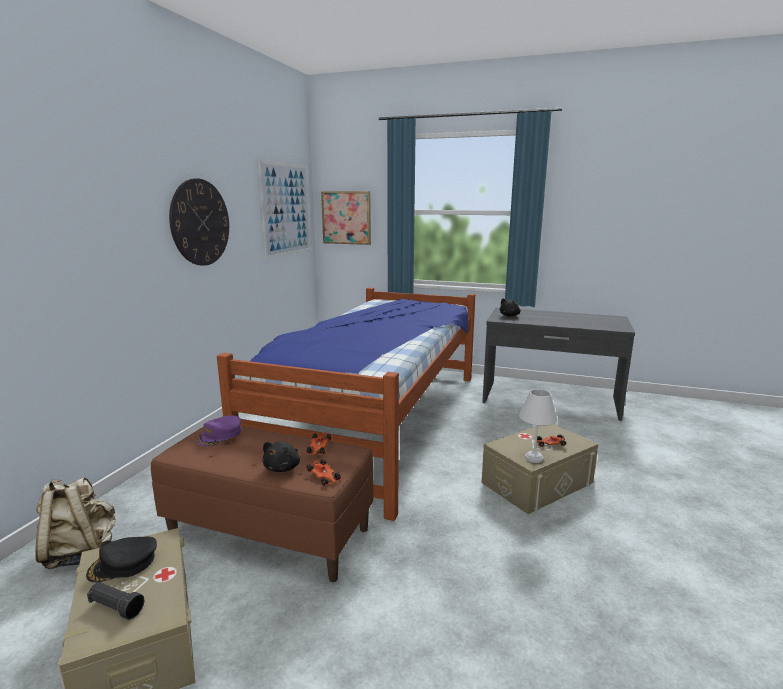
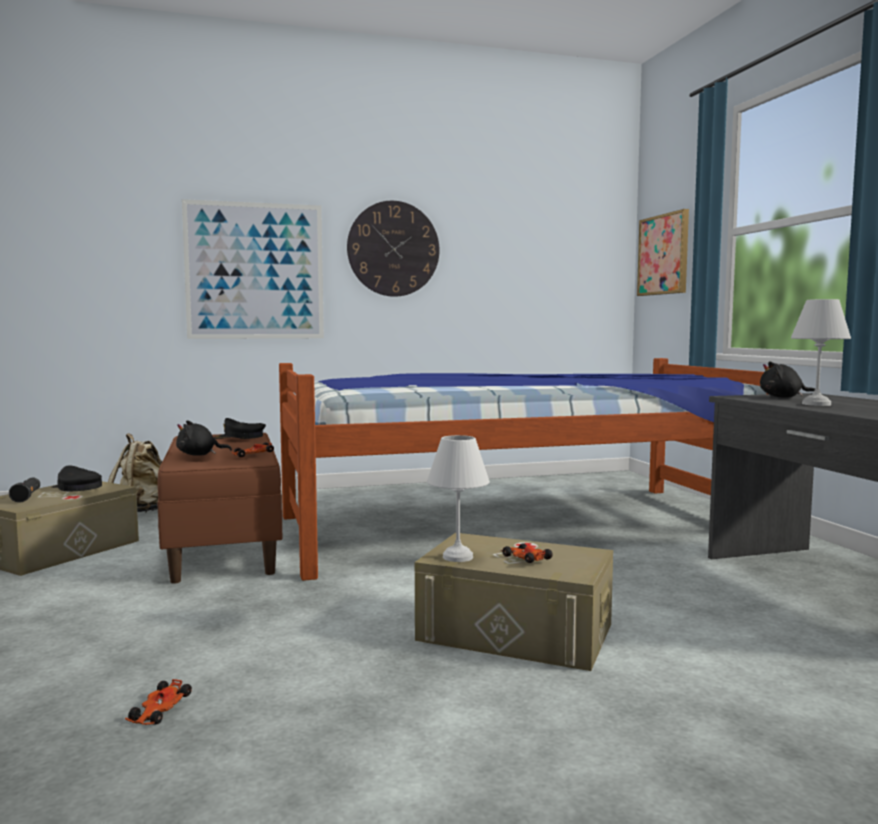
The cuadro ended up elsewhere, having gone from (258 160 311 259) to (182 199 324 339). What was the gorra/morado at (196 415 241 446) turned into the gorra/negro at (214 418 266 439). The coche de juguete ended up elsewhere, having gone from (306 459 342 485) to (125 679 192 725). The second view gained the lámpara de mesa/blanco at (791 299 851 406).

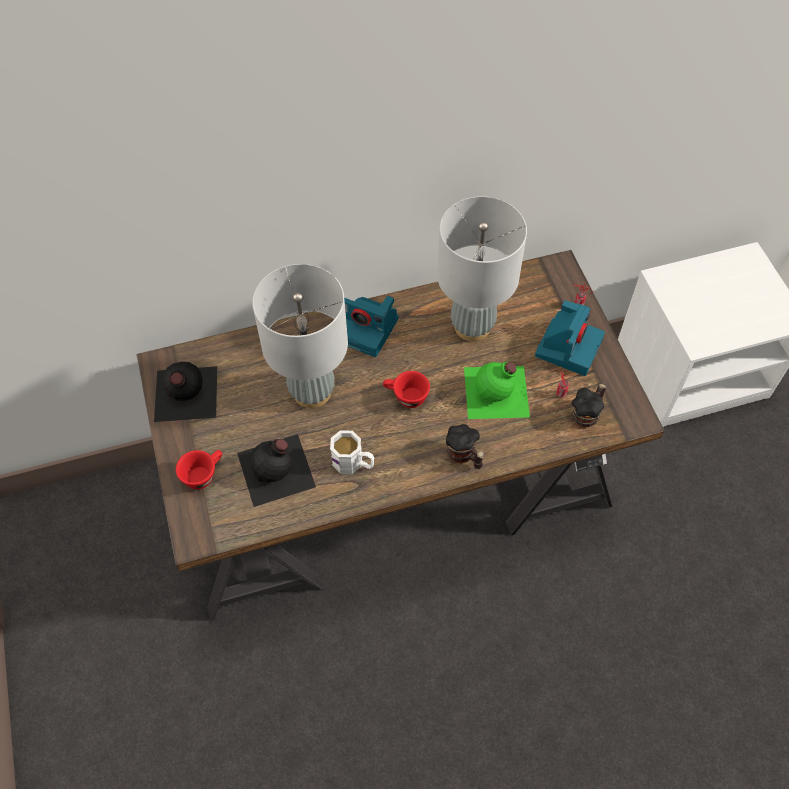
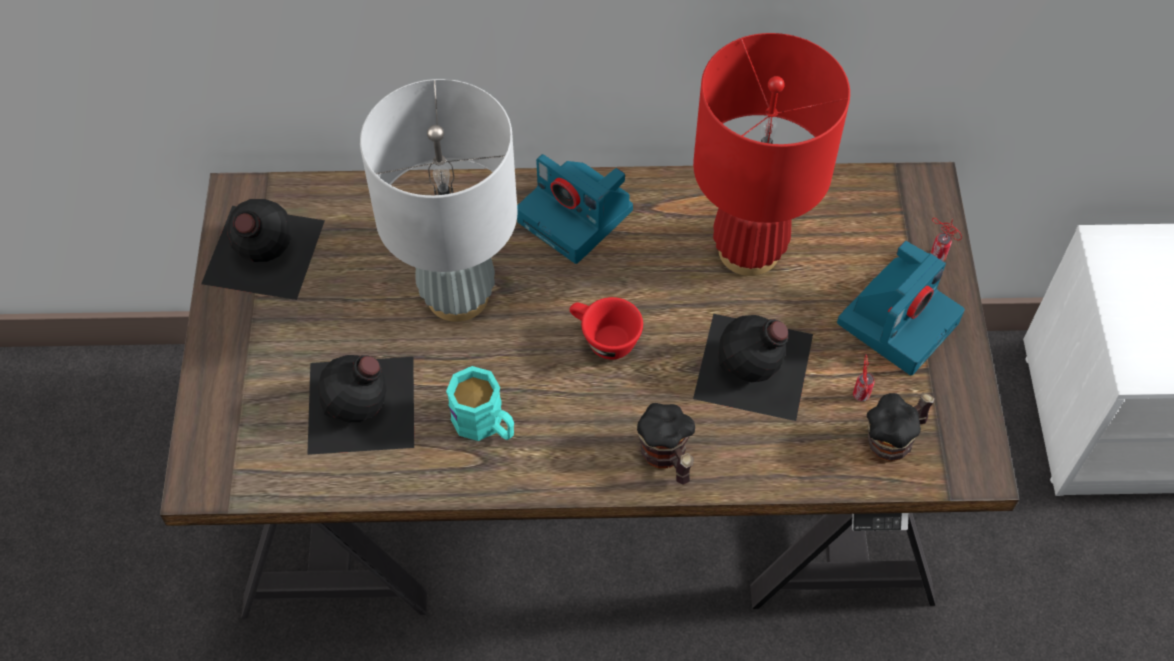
What was the lámpara de mesa/gris at (437 197 527 342) turned into the lámpara de mesa/rojo at (693 33 850 276). What was the botella/verde at (464 362 530 419) turned into the botella/negro at (693 314 813 421). What was the taza grande/blanco at (330 430 374 474) turned into the taza grande/turquesa at (446 366 514 441). The second view lost the taza/rojo at (176 450 222 489).

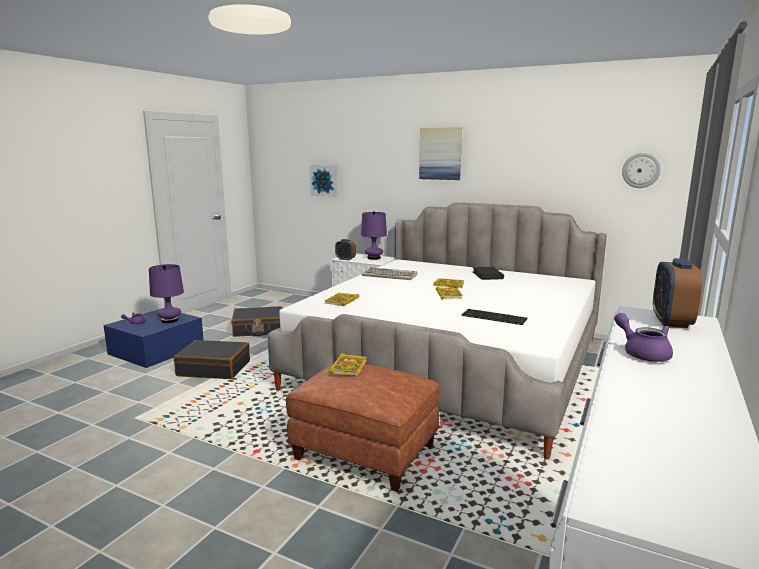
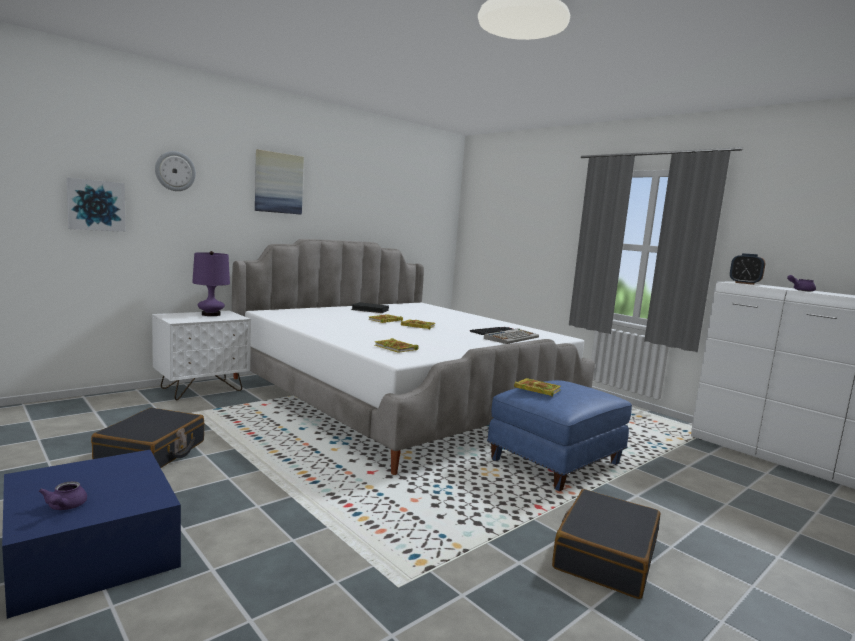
The reloj de pared ended up elsewhere, having gone from (622 153 661 188) to (155 151 196 191). The second view lost the despertador at (335 239 356 261). The second view lost the lámpara de mesa/morado at (149 264 184 323). The teclado ended up elsewhere, having gone from (362 268 417 280) to (484 329 539 344). The maleta/negro ended up elsewhere, having gone from (174 340 250 379) to (552 489 660 599). What was the puf/marrón at (286 363 440 492) turned into the puf/azul at (487 380 632 491).

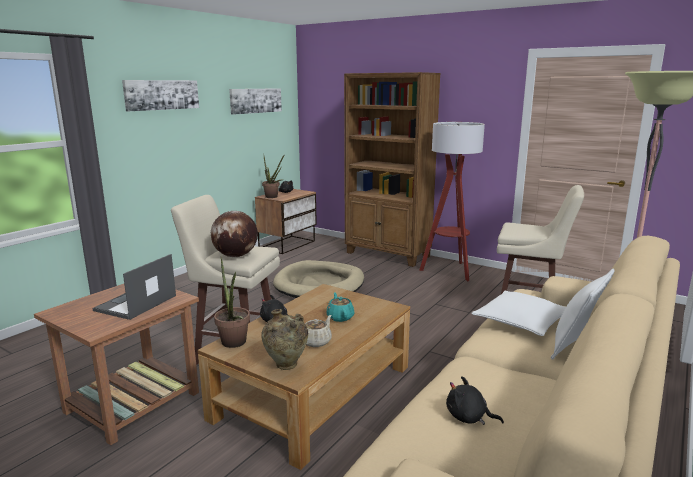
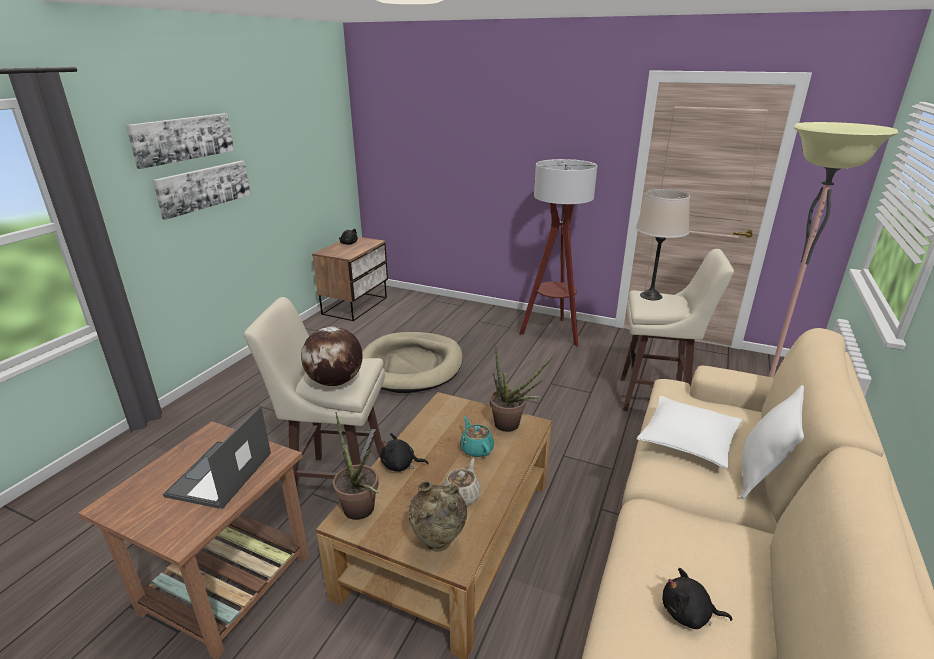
The second view lost the estantería/marrón at (344 72 441 267). The cuadro ended up elsewhere, having gone from (229 88 282 115) to (153 161 251 220). The planta en maceta ended up elsewhere, having gone from (262 153 285 198) to (490 345 554 432). The second view gained the lámpara de mesa/beis at (636 189 690 300).

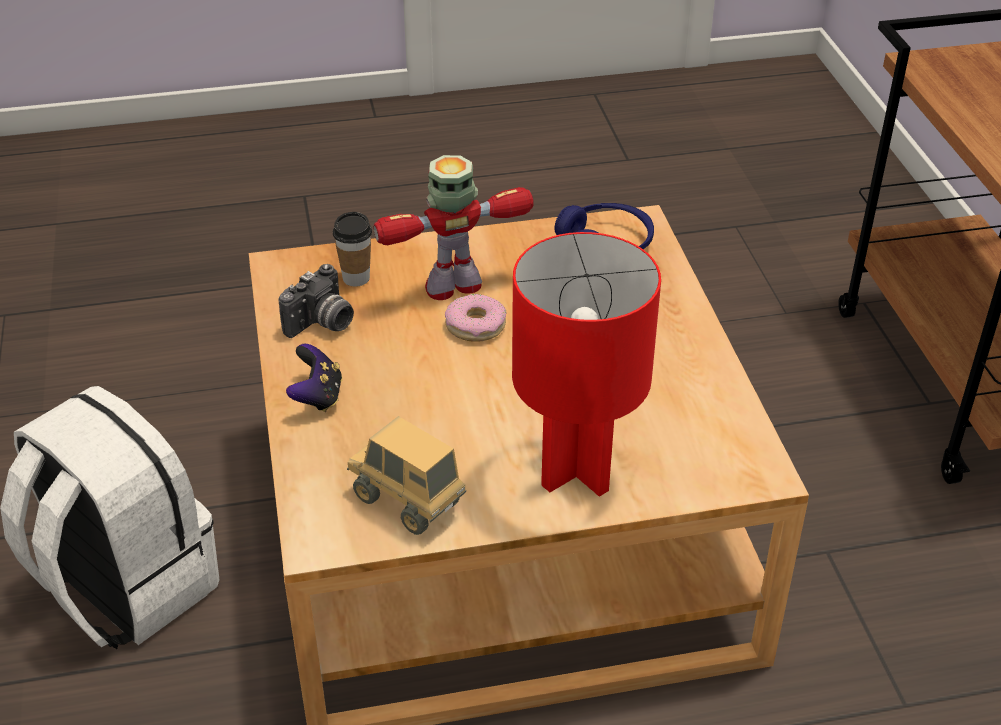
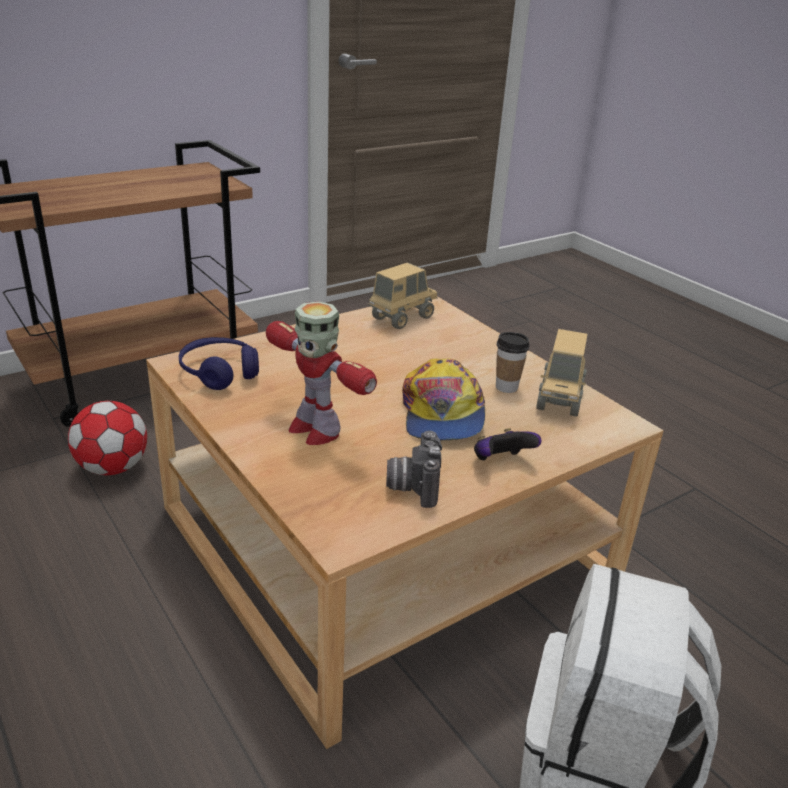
The taza ended up elsewhere, having gone from (333 212 372 286) to (496 332 530 393). The second view lost the lámpara de mesa/rojo at (512 232 661 497). The cámara at (279 264 354 338) ended up facing another way, 105 degrees counterclockwise from before. The second view lost the rosquilla at (445 294 506 342). The second view gained the camión de juguete at (369 262 438 329). The second view gained the gorra at (402 358 485 440). The second view gained the balón de fútbol at (68 401 147 475).

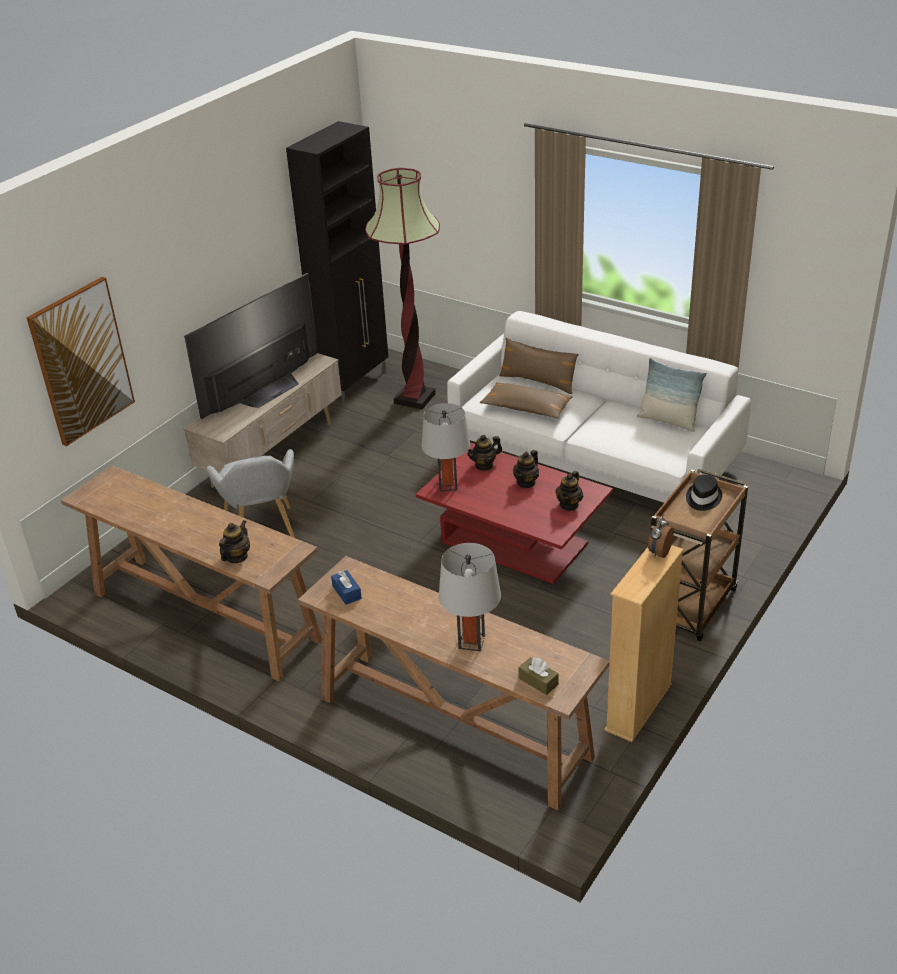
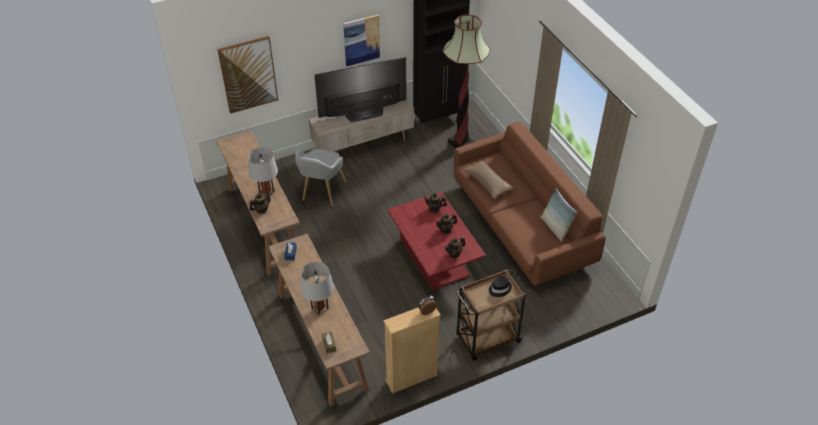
What was the sofá/blanco at (447 311 751 503) turned into the sofá/marrón at (453 122 606 286). The second view lost the cojín/marrón at (499 338 579 394). The lámpara de mesa/gris ended up elsewhere, having gone from (421 403 470 491) to (248 147 278 197). The second view gained the cuadro at (343 14 381 66).

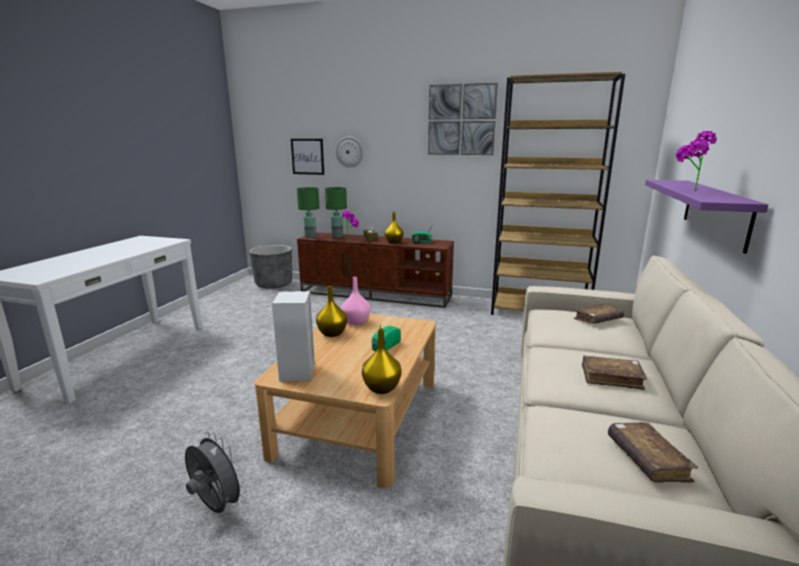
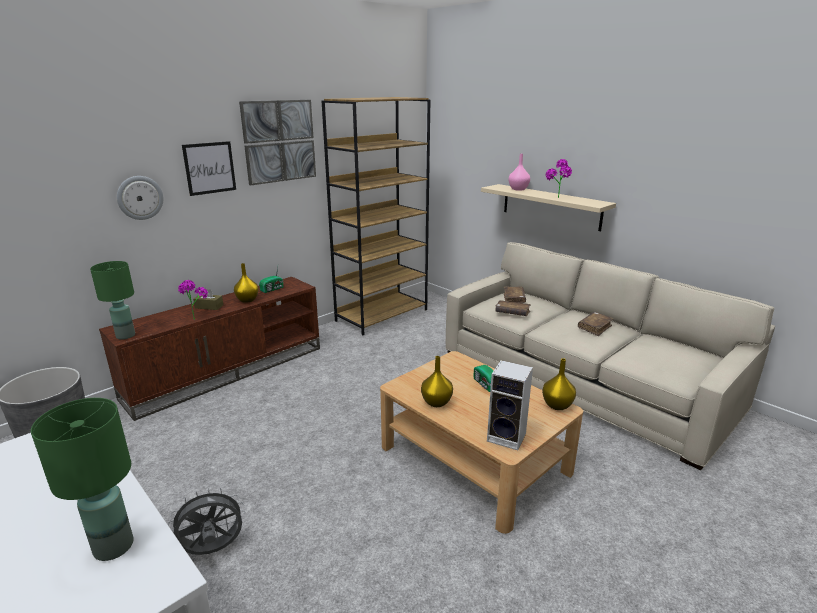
The cuadro ended up elsewhere, having gone from (291 139 324 175) to (182 141 236 196). What was the estante/morado at (645 180 768 254) turned into the estante/beis at (481 184 616 231). The lámpara de mesa/verde ended up elsewhere, having gone from (325 187 347 238) to (31 398 133 561). The florero/rosa ended up elsewhere, having gone from (341 277 370 325) to (509 154 530 191). The libro/marrón ended up elsewhere, having gone from (608 422 698 483) to (495 300 531 316). The ventilador/gris ended up elsewhere, having gone from (185 432 247 513) to (168 488 245 555).

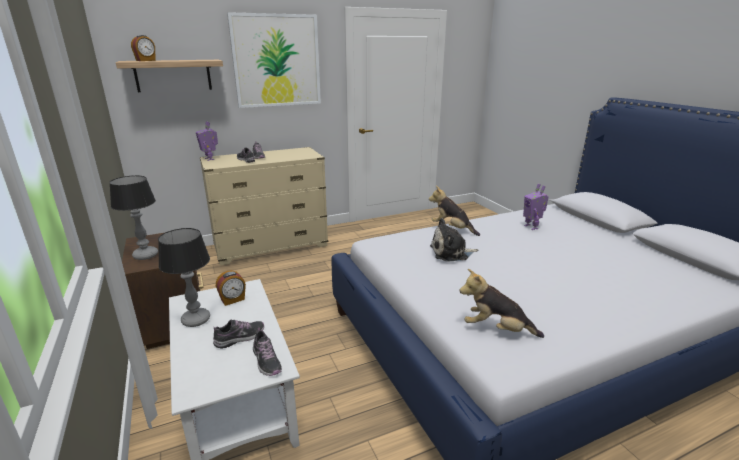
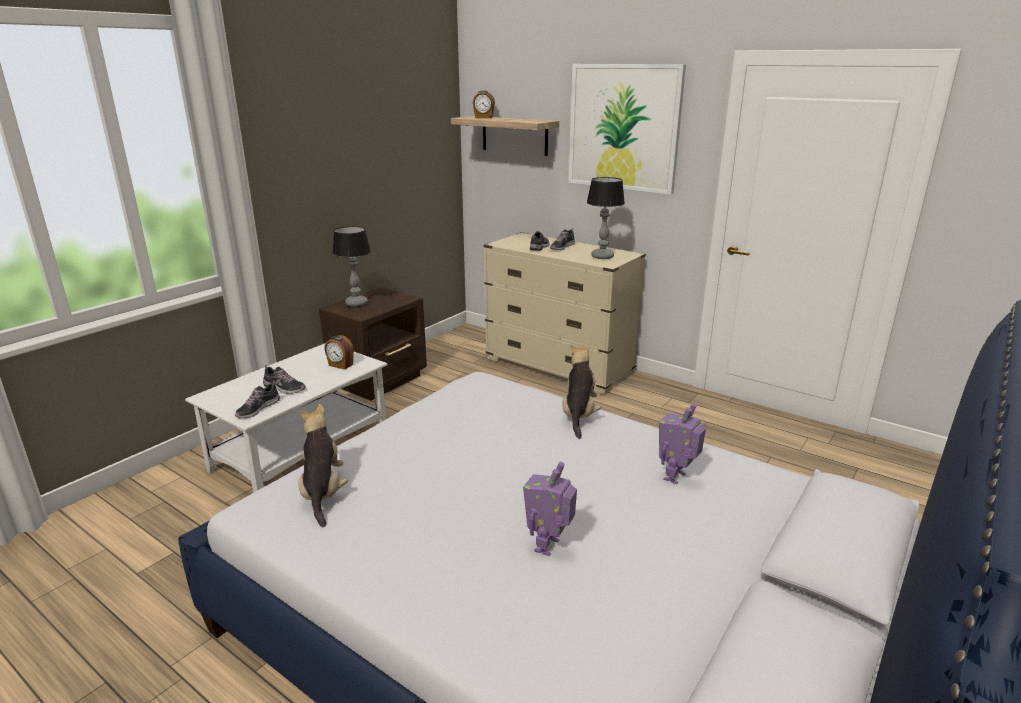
The robot de juguete ended up elsewhere, having gone from (196 122 218 161) to (523 462 577 556). The second view lost the peluche at (430 218 479 261). The lámpara de mesa ended up elsewhere, having gone from (158 228 210 327) to (587 177 625 259).

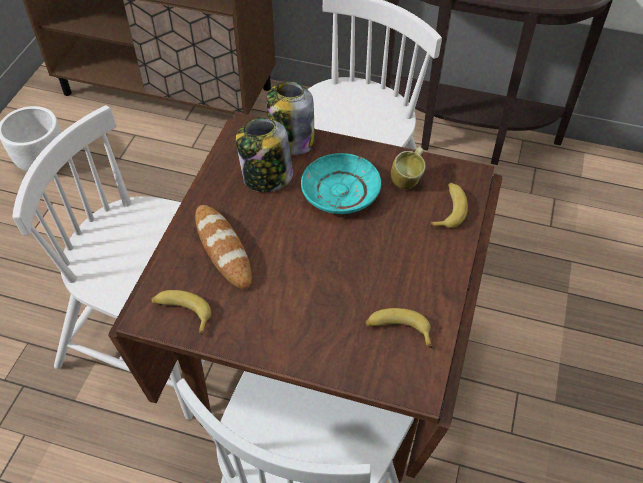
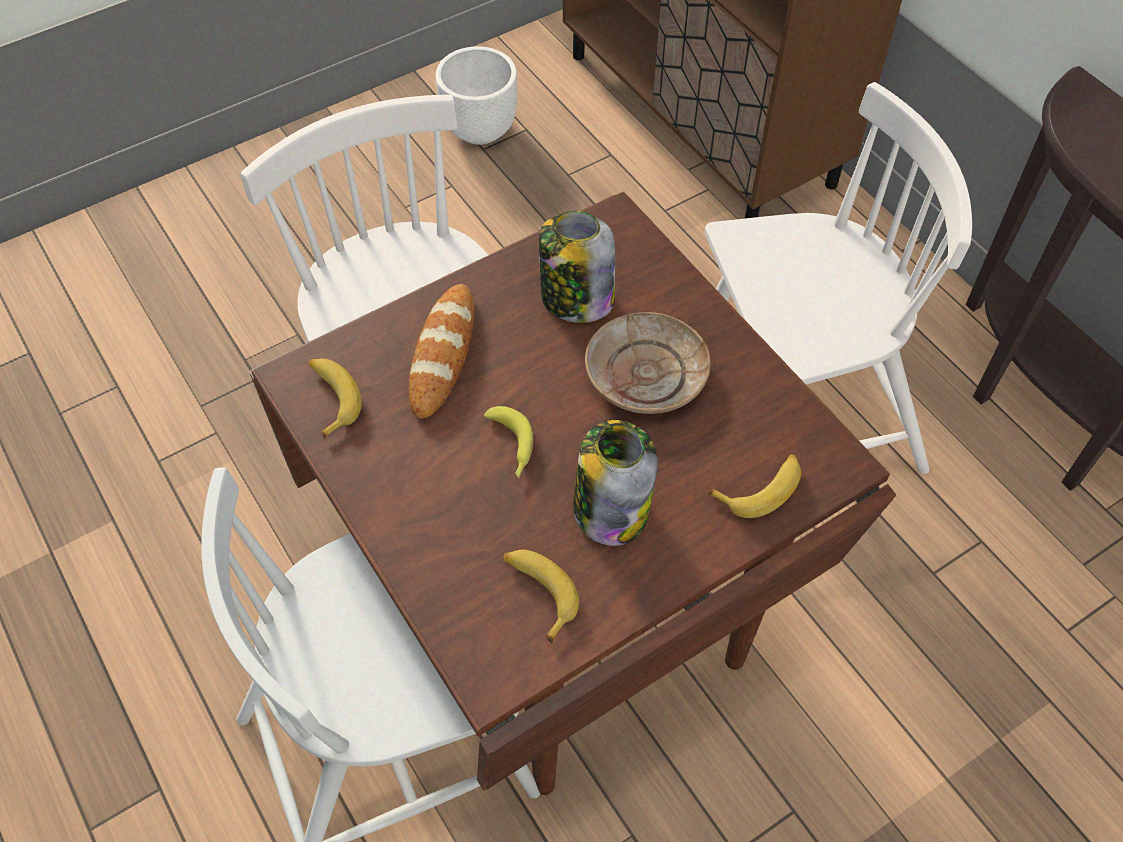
The tarro ended up elsewhere, having gone from (267 81 314 155) to (573 420 658 546). The second view lost the taza grande at (391 146 426 189). What was the plato/turquesa at (301 153 381 214) turned into the plato/beis at (585 312 711 414). The second view gained the plátano at (484 406 533 478).

